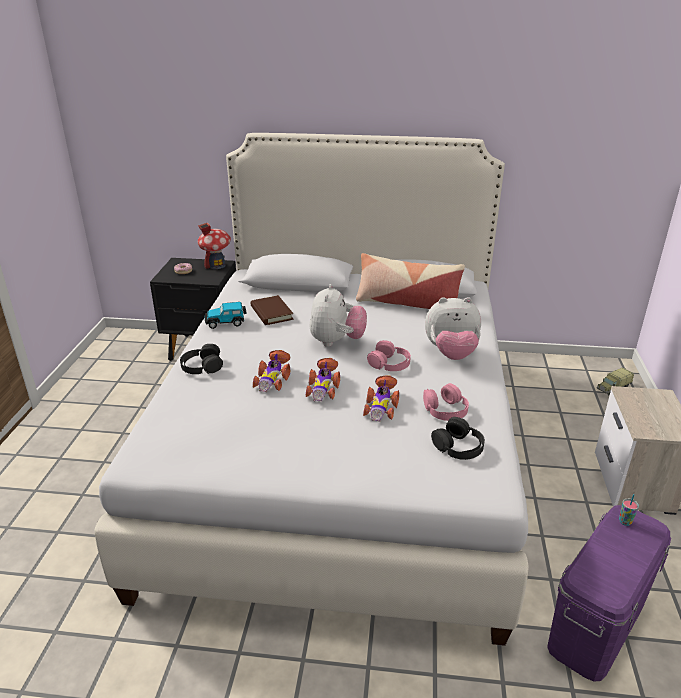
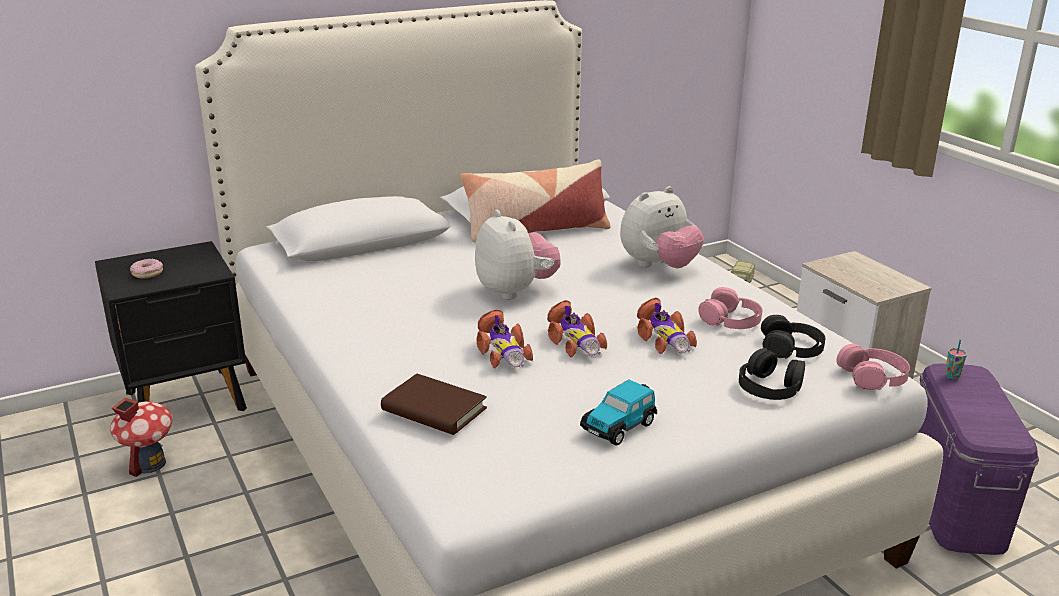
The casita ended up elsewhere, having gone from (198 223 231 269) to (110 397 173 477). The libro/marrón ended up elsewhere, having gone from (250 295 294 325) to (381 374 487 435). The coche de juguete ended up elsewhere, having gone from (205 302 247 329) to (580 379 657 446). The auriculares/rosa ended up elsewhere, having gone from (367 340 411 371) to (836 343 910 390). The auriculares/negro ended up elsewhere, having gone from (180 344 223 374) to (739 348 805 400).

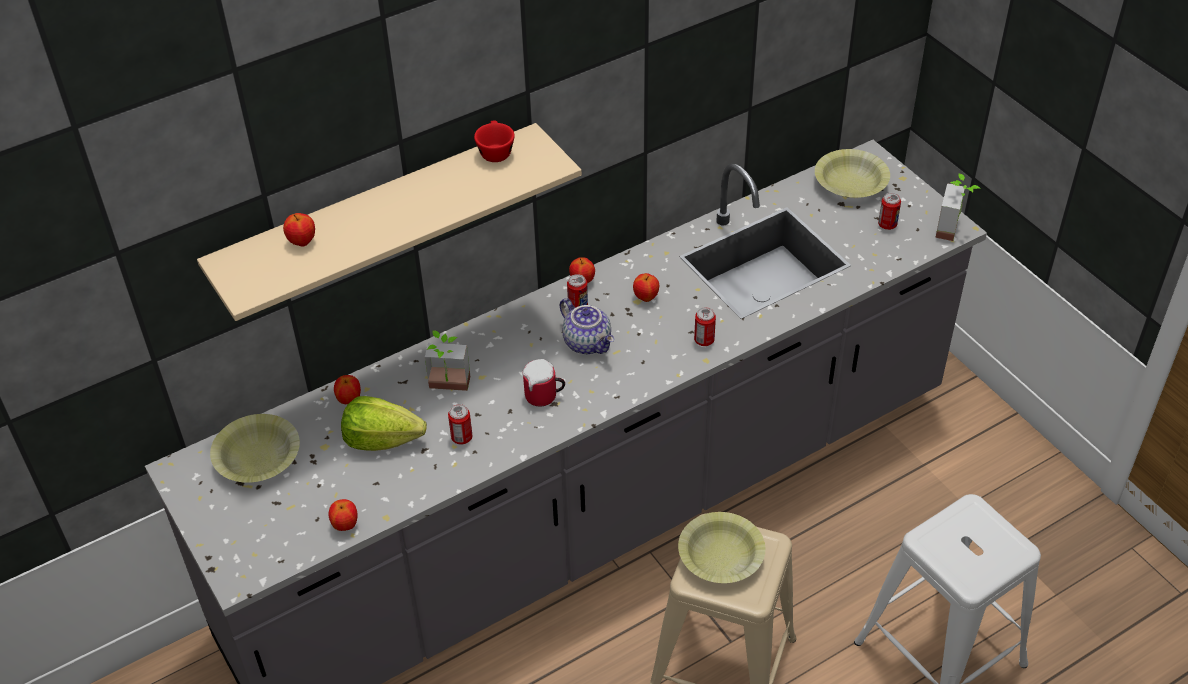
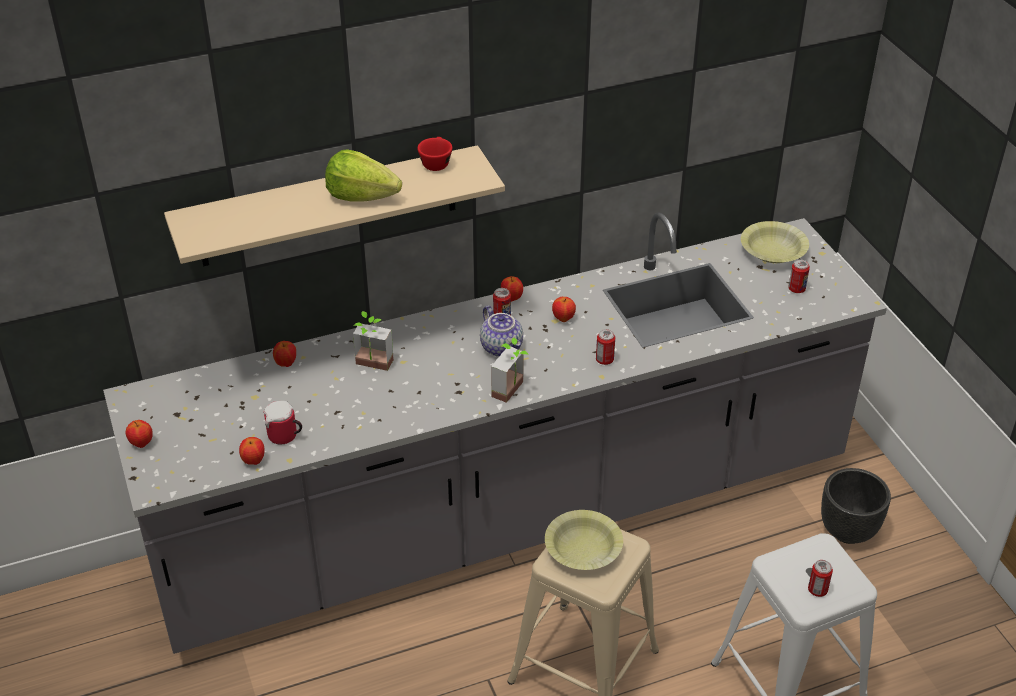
The planta en maceta ended up elsewhere, having gone from (935 174 981 241) to (491 338 529 403). The manzana ended up elsewhere, having gone from (283 213 315 247) to (125 420 153 448). The taza grande ended up elsewhere, having gone from (522 359 565 406) to (263 401 302 444). The lechuga ended up elsewhere, having gone from (341 396 427 451) to (325 149 402 202). The lata ended up elsewhere, having gone from (448 404 472 445) to (808 560 833 597). The second view lost the cuenco/amarillo at (210 414 300 483). The second view gained the maceta/negro at (821 468 891 544).

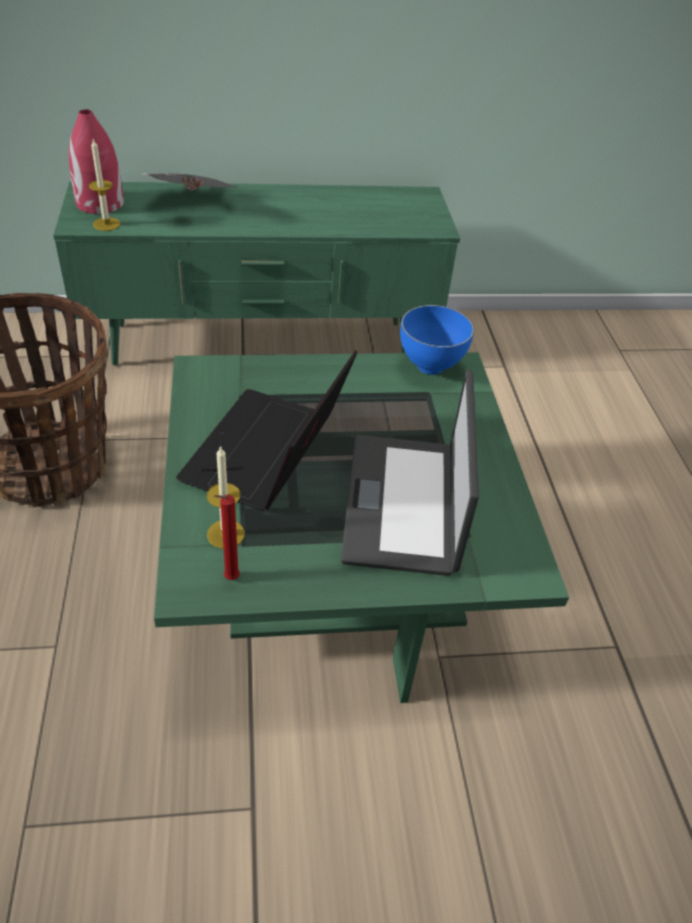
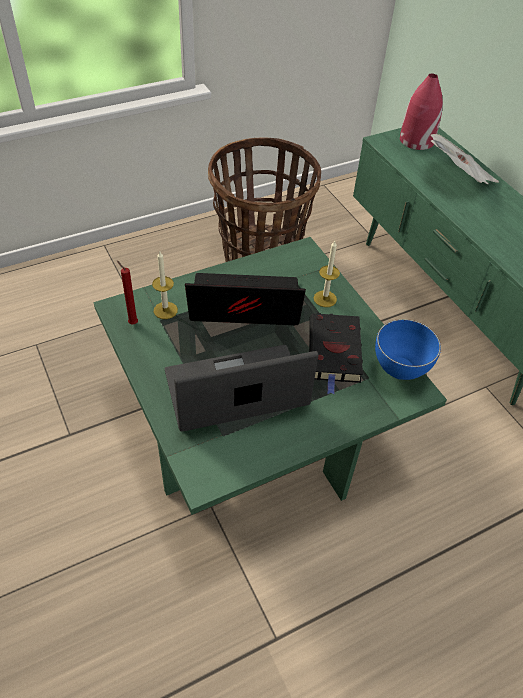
The vela ended up elsewhere, having gone from (88 139 120 231) to (314 241 340 307). The second view gained the libro/negro at (309 313 363 395).

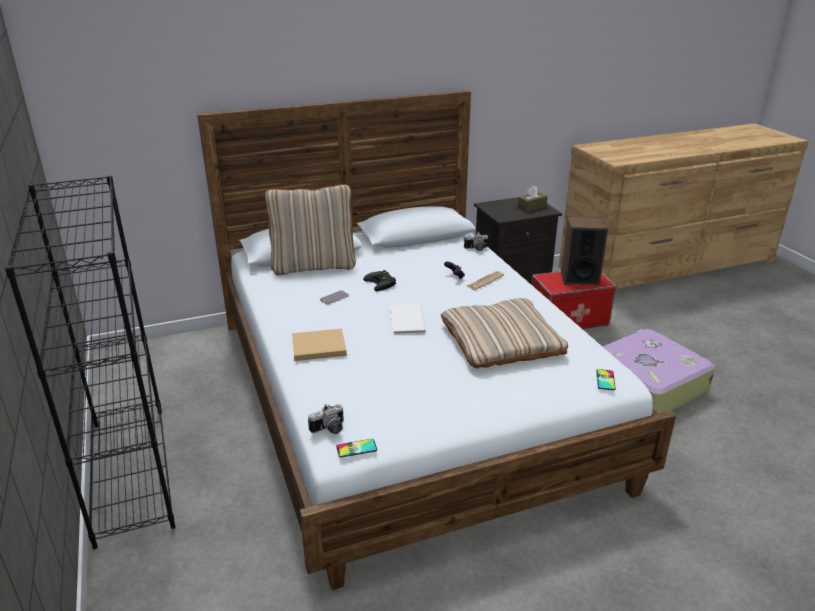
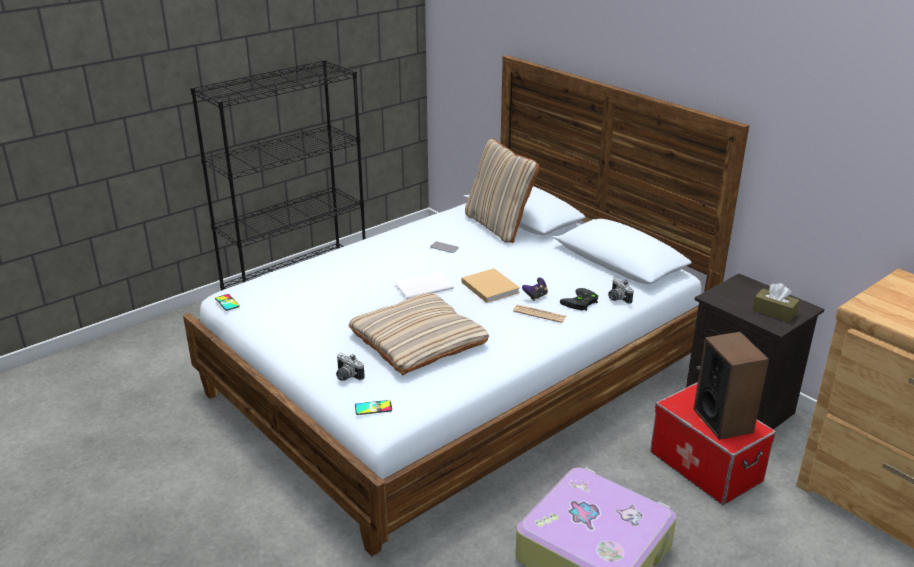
The mando de consola/negro ended up elsewhere, having gone from (363 270 396 291) to (560 288 598 311). The libro/beis ended up elsewhere, having gone from (292 329 347 361) to (462 268 520 303). The cámara ended up elsewhere, having gone from (308 403 344 434) to (336 353 365 381).

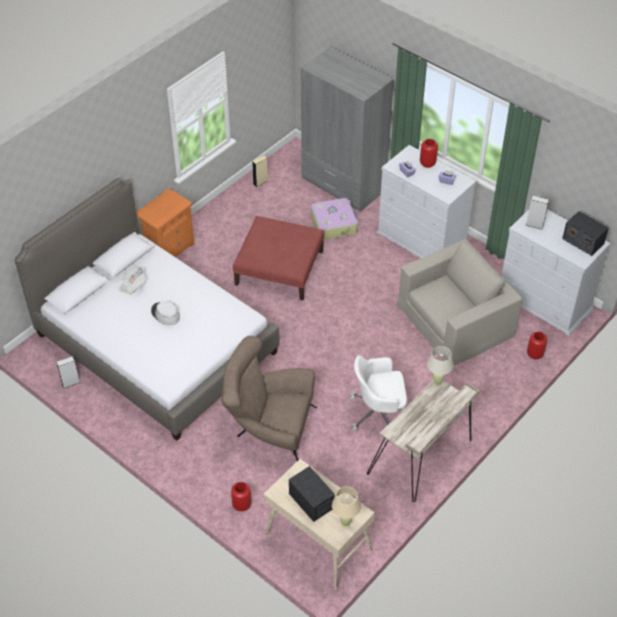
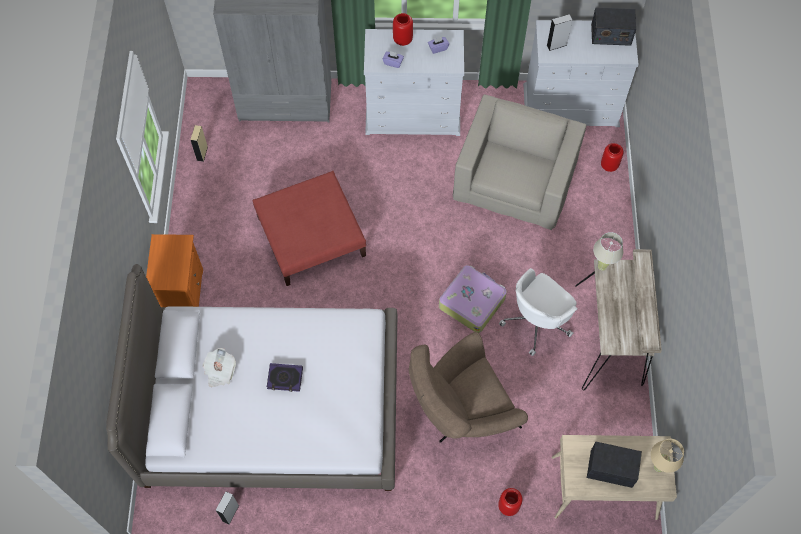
The maleta ended up elsewhere, having gone from (310 198 358 240) to (439 265 507 333). Where the sombrero/gris stood at (151 301 180 326), the libro came to stand at (267 363 303 392).

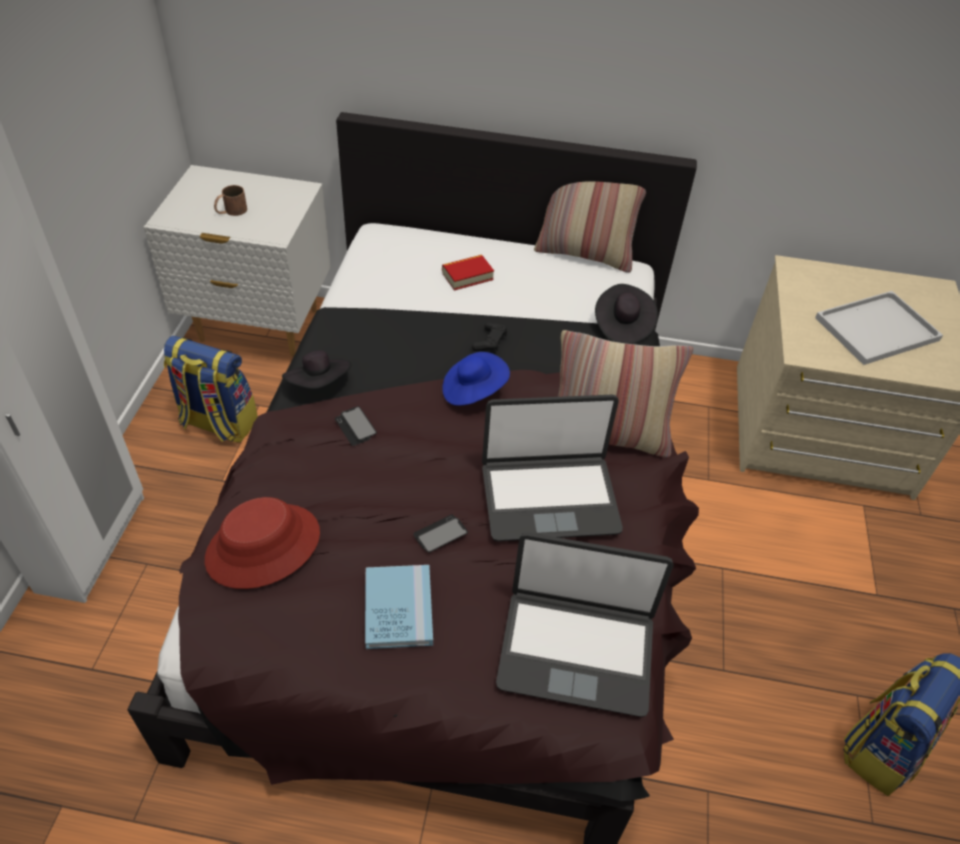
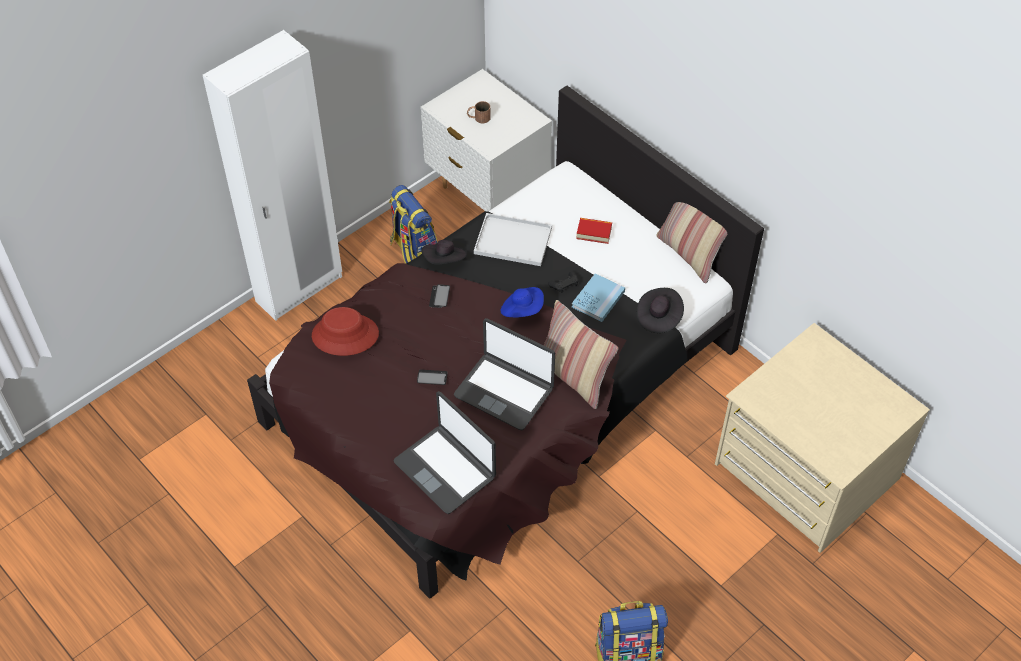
The bandeja/blanco ended up elsewhere, having gone from (815 291 943 365) to (474 213 552 266). The libro/azul ended up elsewhere, having gone from (365 565 433 649) to (571 273 625 322).

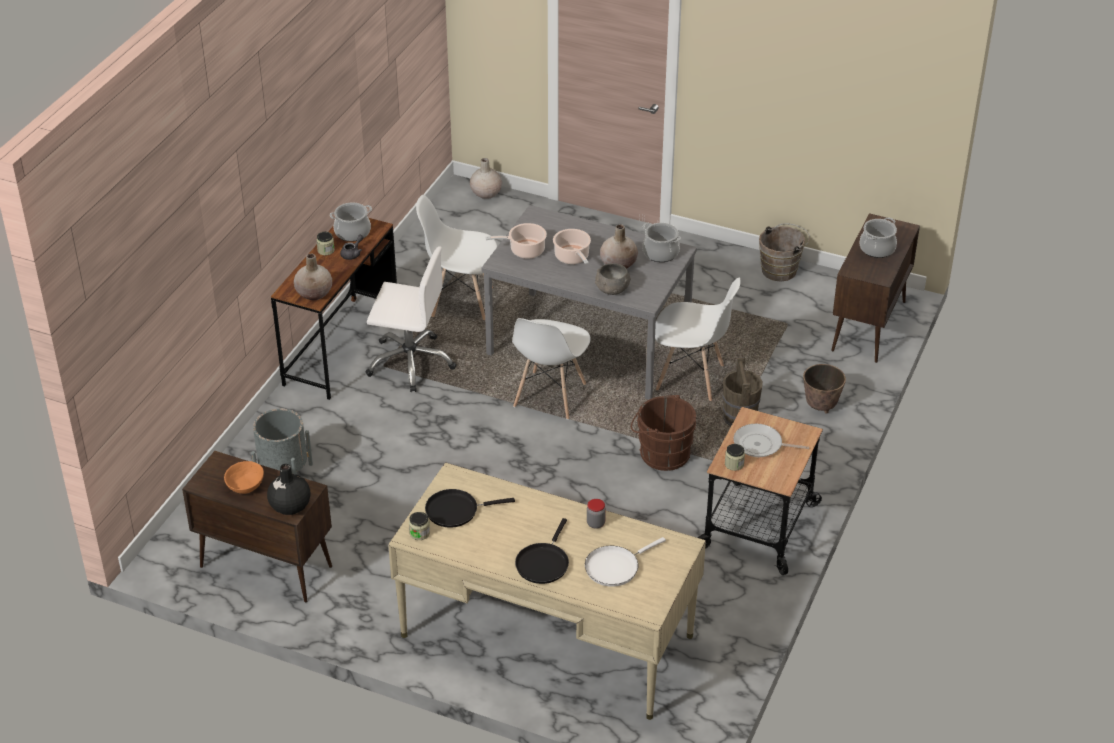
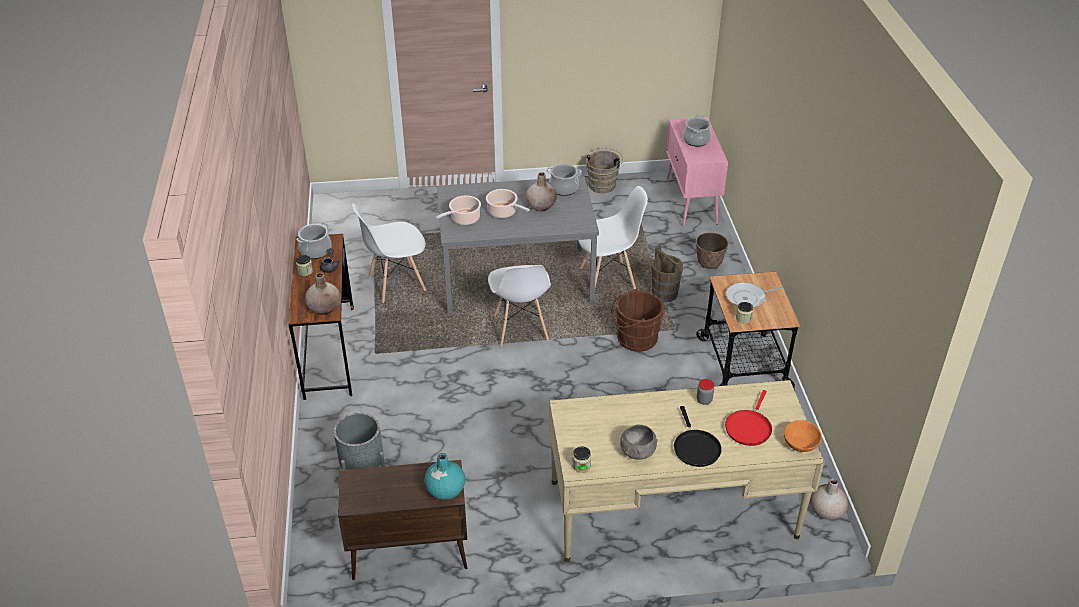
The florero/beis ended up elsewhere, having gone from (470 158 502 199) to (810 478 848 520). What was the armario/marrón at (831 213 920 363) turned into the armario/rosa at (666 117 728 227). The second view lost the silla de oficina/blanco at (365 246 456 392). The cuenco/gris ended up elsewhere, having gone from (595 263 631 295) to (620 424 658 460). The cuenco/naranja ended up elsewhere, having gone from (224 461 264 494) to (784 420 822 452). What was the florero/negro at (267 464 311 515) turned into the florero/turquesa at (424 453 465 499). The second view lost the sartén/negro at (425 489 515 528). What was the sartén/blanco at (585 537 666 587) turned into the sartén/rojo at (725 390 772 446).

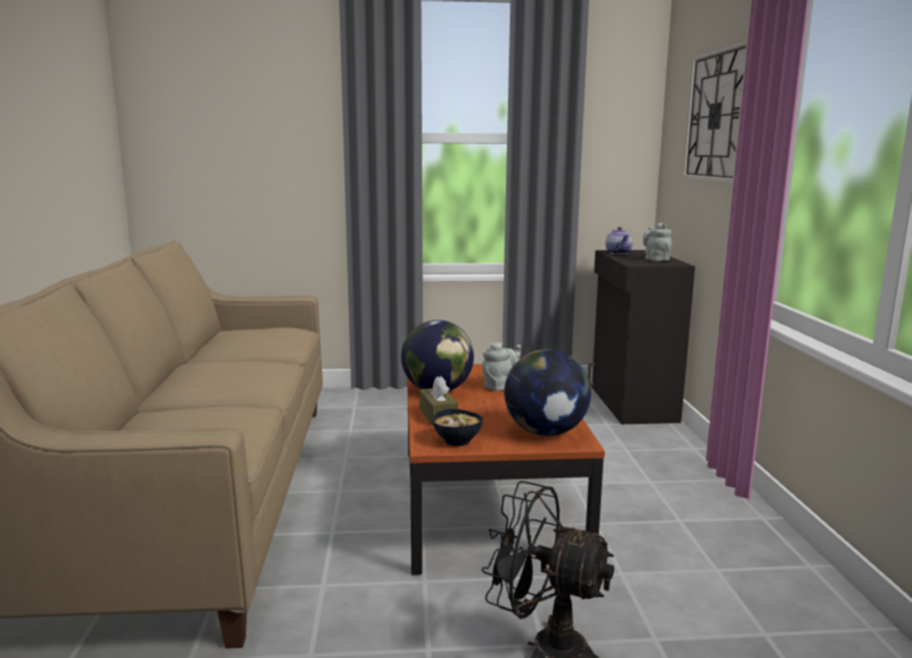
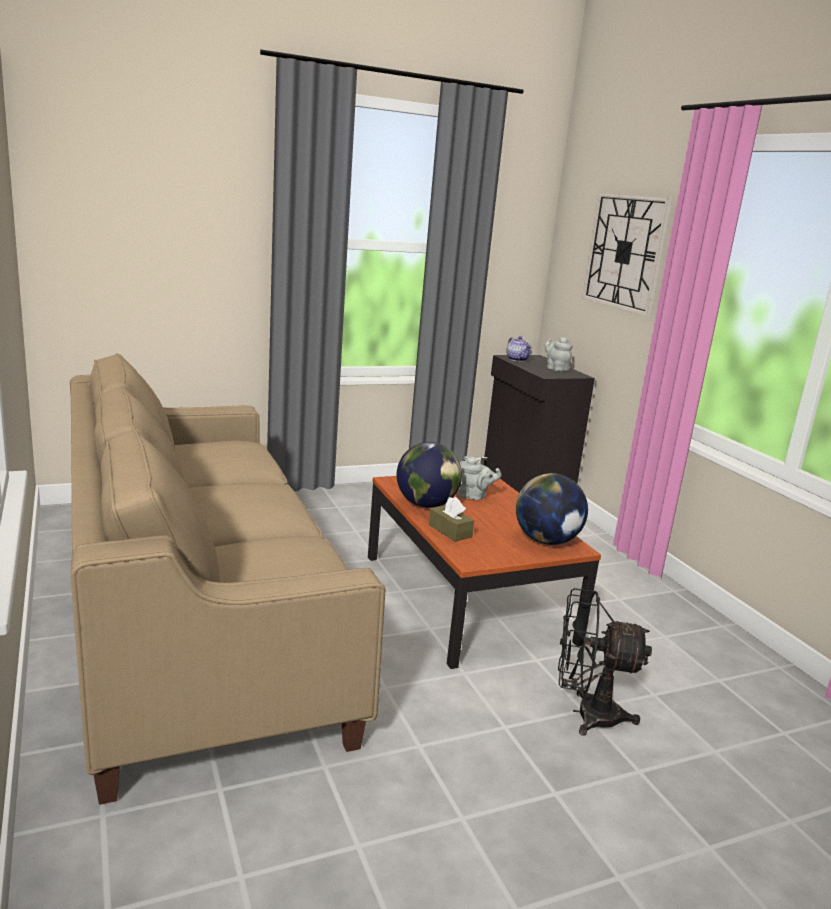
The tetera/gris at (482 342 521 391) ended up facing another way, 75 degrees clockwise from before. The second view lost the cuenco at (433 409 483 446).

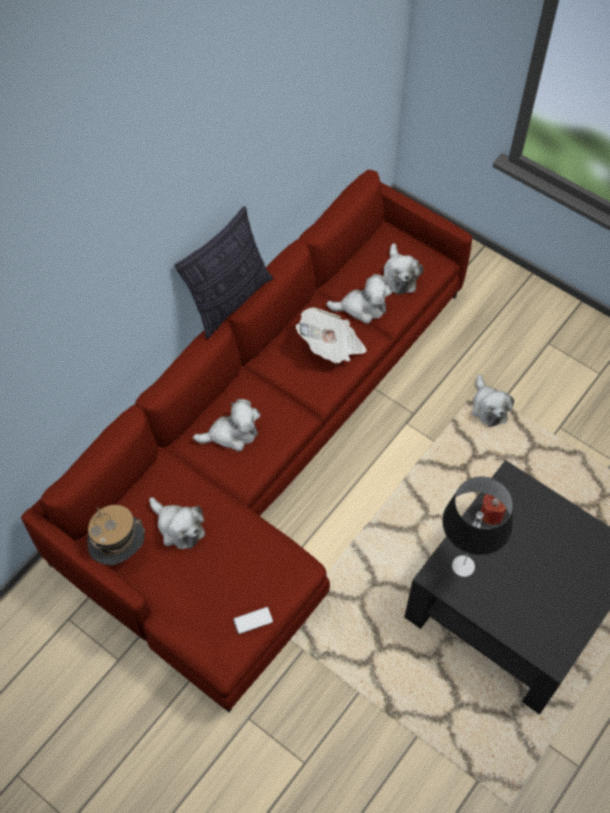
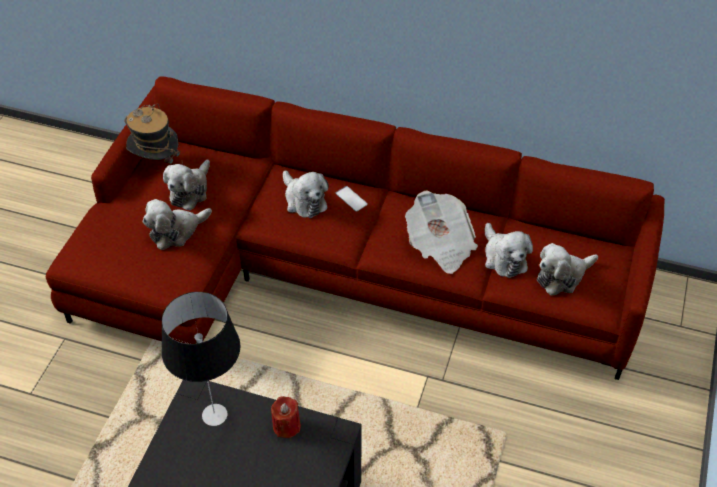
The second view lost the cojín at (174 206 273 339). The peluche ended up elsewhere, having gone from (471 374 514 427) to (143 199 212 250). The móvil ended up elsewhere, having gone from (233 607 273 634) to (336 186 368 212).

